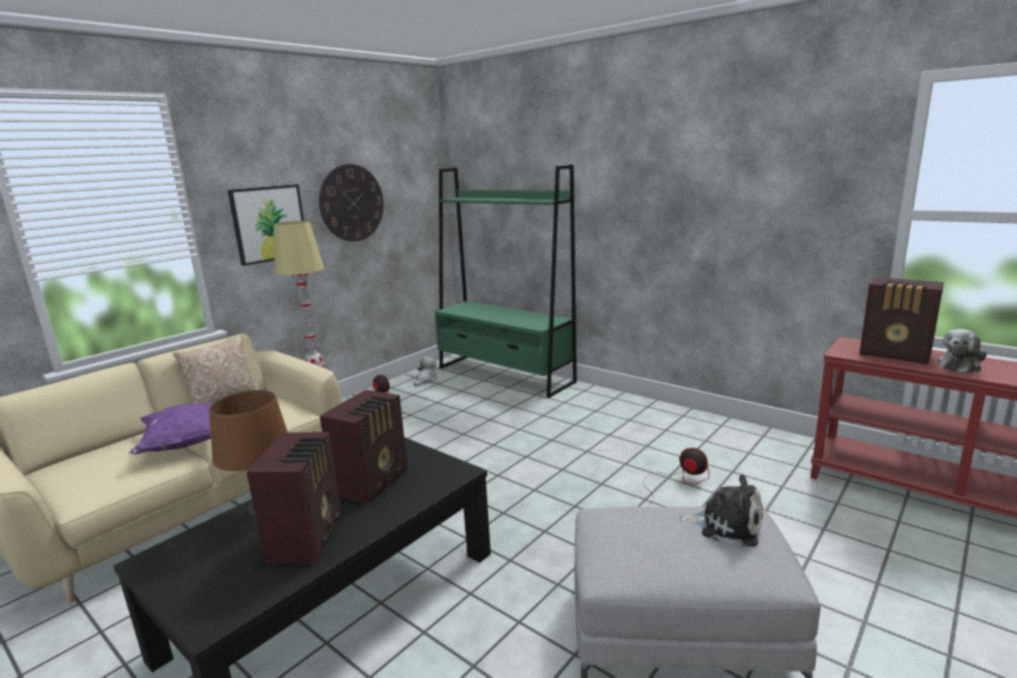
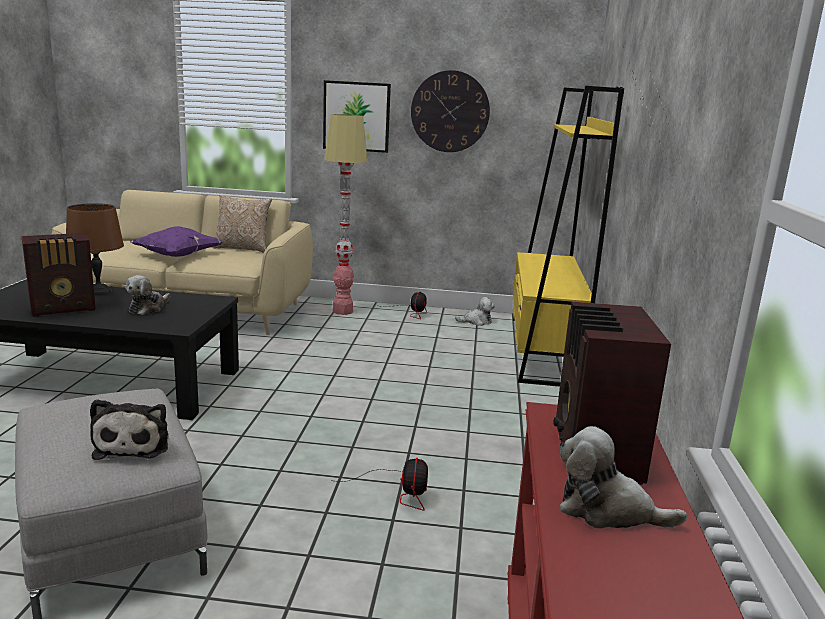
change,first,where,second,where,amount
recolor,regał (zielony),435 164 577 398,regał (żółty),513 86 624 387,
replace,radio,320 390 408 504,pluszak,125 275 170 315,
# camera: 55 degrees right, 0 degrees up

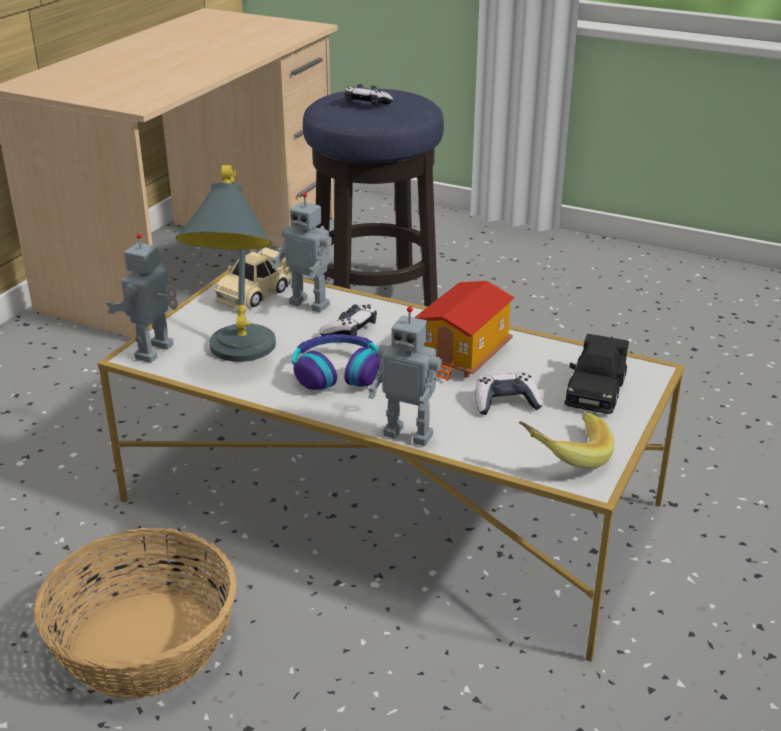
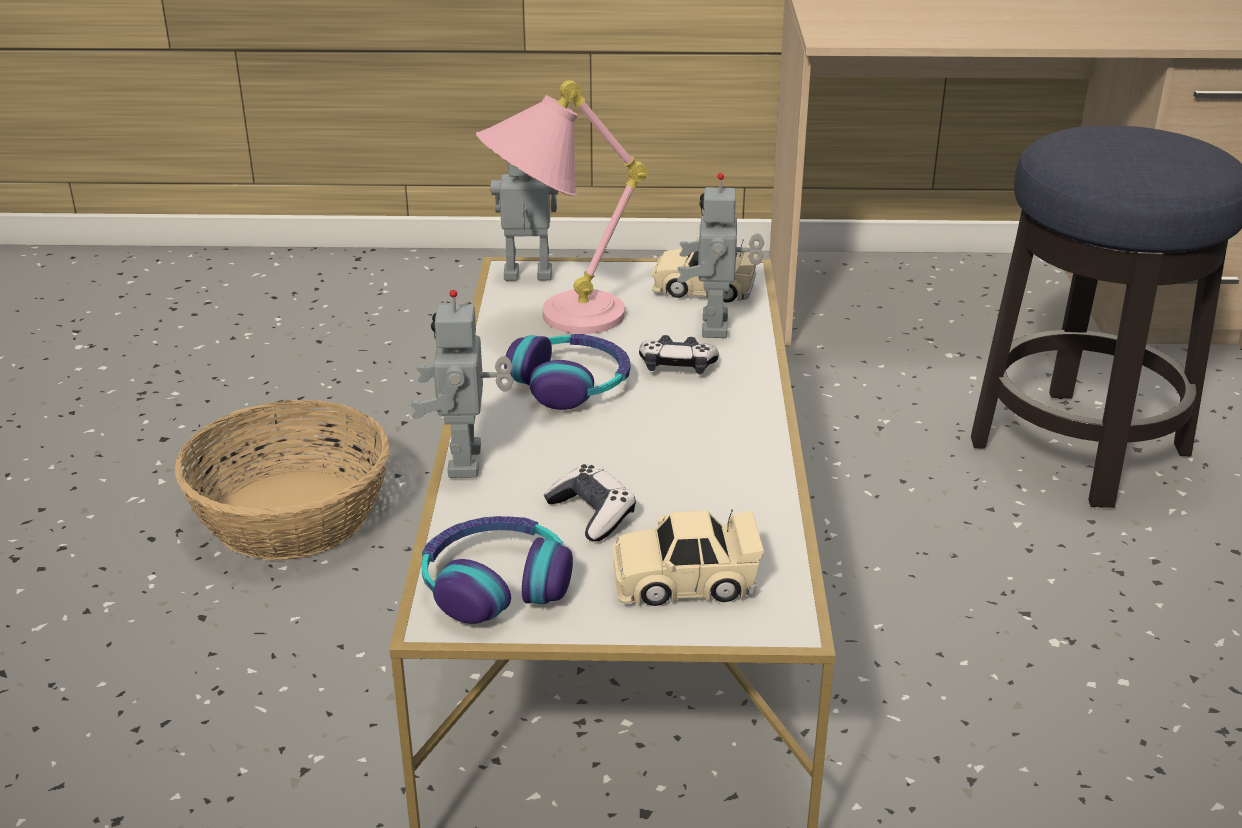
change,first,where,second,where,amount
delete,pad do gier,345 84 393 106,,,
recolor,lampa stołowa (szary),175 165 276 362,lampa stołowa (różowy),476 80 648 334,
delete,domek,414 281 515 381,,,
recolor,samochodzik (czarny),564 334 629 414,samochodzik (beżowy),612 510 764 606,
replace,banan,519 412 614 468,słuchawki,422 516 573 624,
# camera: 65 degrees right, 0 degrees up

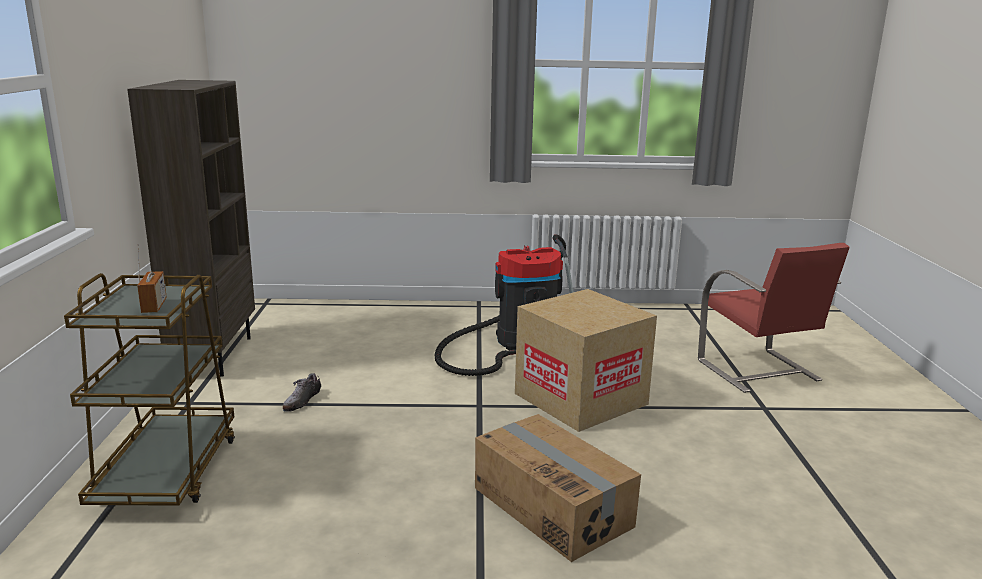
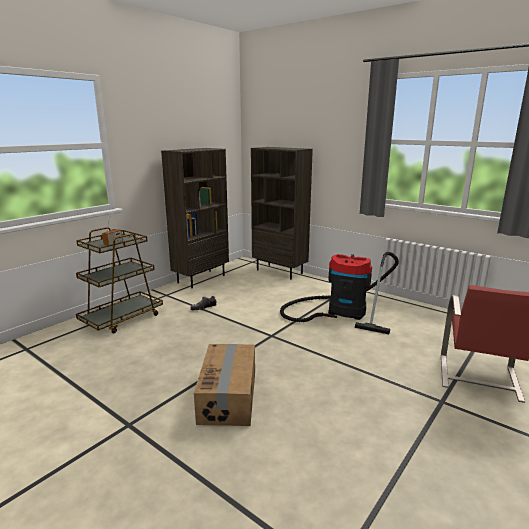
change,first,where,second,where,amount
delete,karton,515 289 657 432,,,
insert,,,regał (brązowy),251 147 313 280,
# camera: 40 degrees right, 0 degrees up

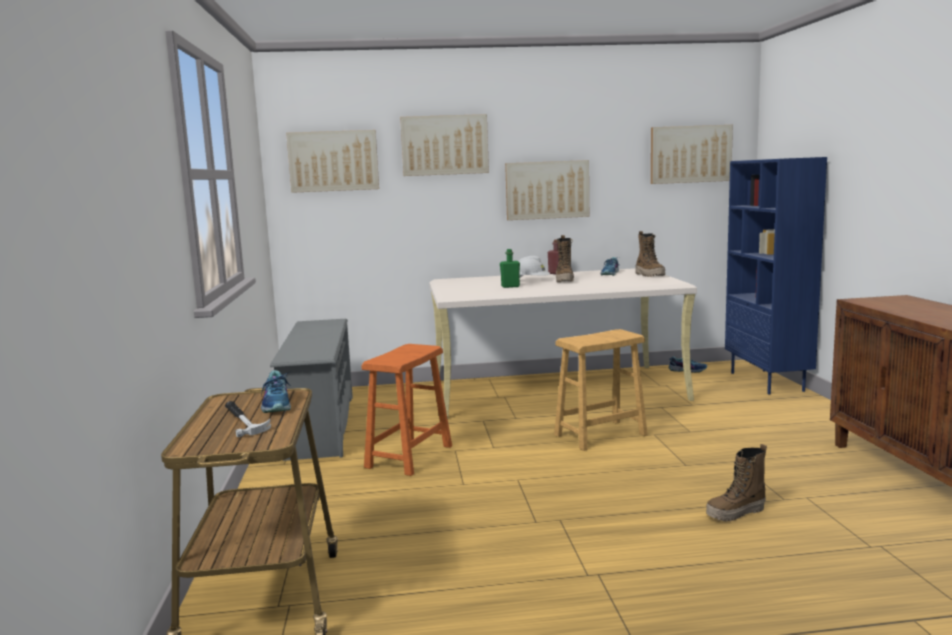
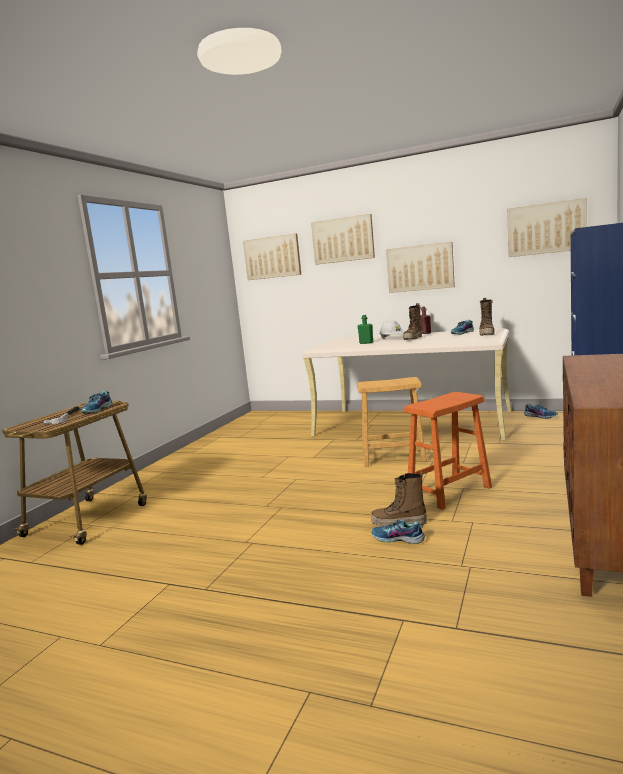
change,first,where,second,where,amount
delete,regał na buty (szary),270 319 353 461,,,
move,stołek (pomarańczowy),361 344 452 476,,404 392 492 510,
insert,,,but,371 519 425 544,
# camera: 30 degrees right, 0 degrees up

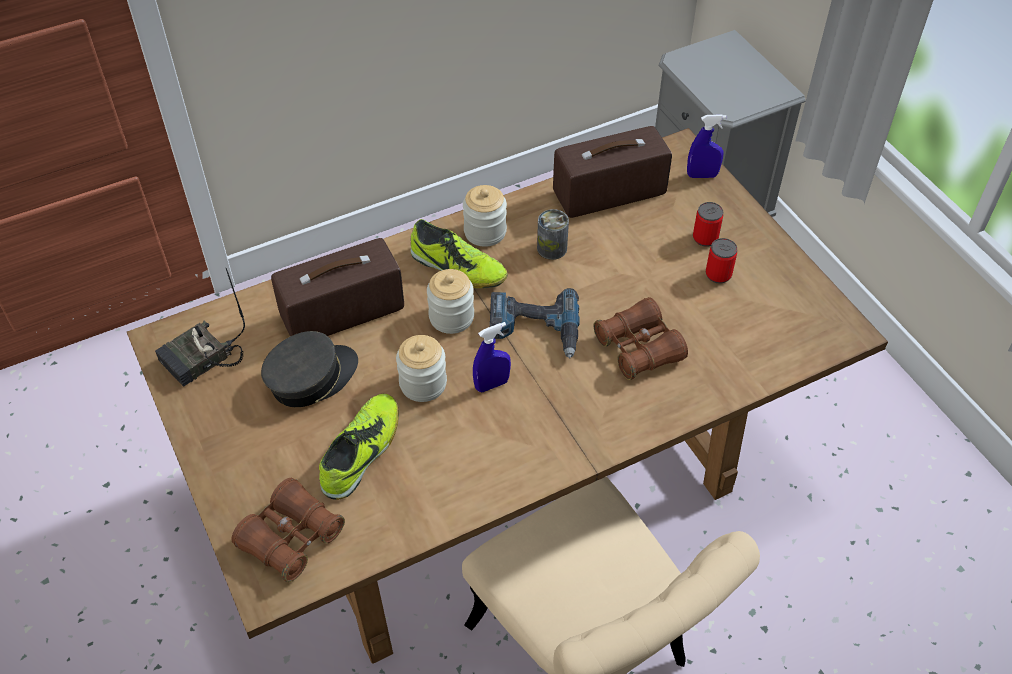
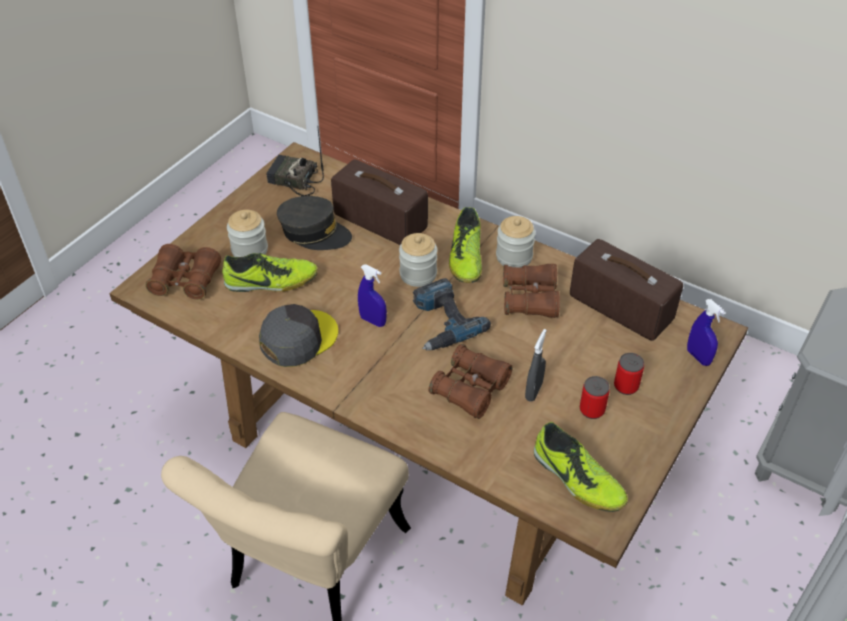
change,first,where,second,where,amount
replace,puszka,537 209 569 260,lornetka (brązowy),503 264 560 318,
move,słoik,396 335 447 402,,227 210 268 257,
insert,,,czapka z daszkiem (szary),259 304 338 367,
insert,,,spryskiwacz (szary),525 329 547 401,
insert,,,but,534 422 628 512,
# camera: 60 degrees right, 5 degrees down

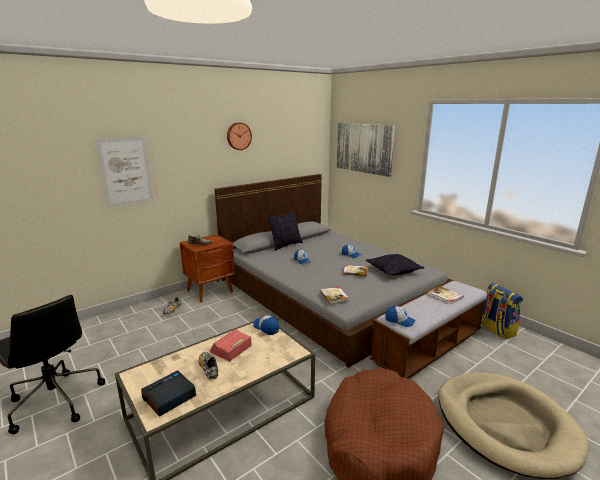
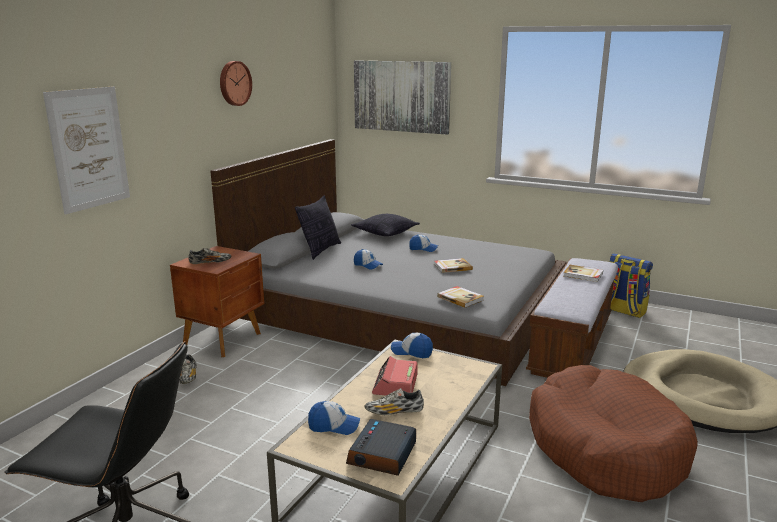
change,first,where,second,where,amount
move,poduszka,366 254 424 276,,351 214 420 236,
move,czapka z daszkiem,385 306 416 327,,308 401 360 435,
rotate,but,198 352 218 379,,364 388 424 415,45 degrees counterclockwise
# camera: 25 degrees left, 0 degrees up

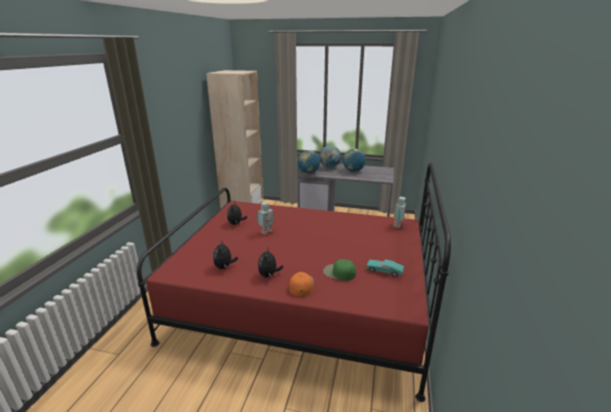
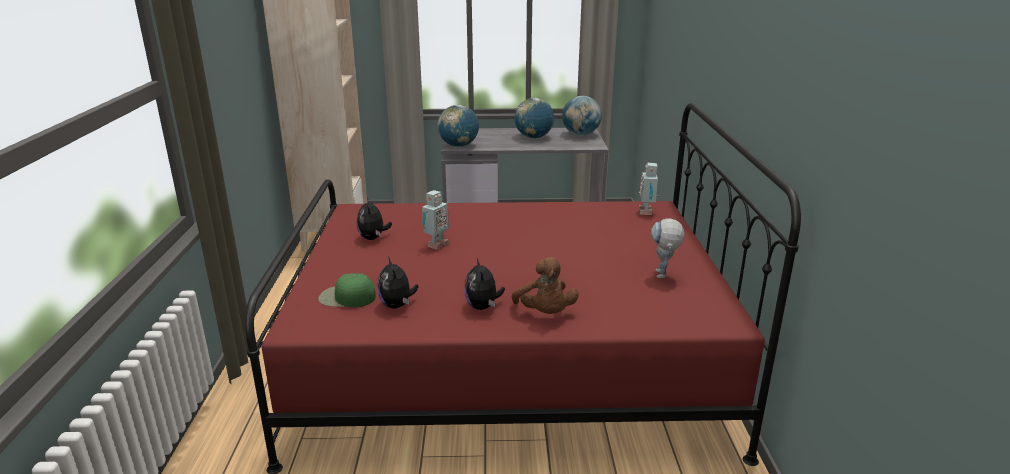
change,first,where,second,where,amount
move,globus,319 146 341 168,,562 96 602 136,
move,czapka z daszkiem (zielony),323 259 356 281,,318 273 376 308,
replace,samochodzik (turkusowy),367 259 404 277,robot zabawkowy,651 219 685 278,
replace,czapka z daszkiem (pomarańczowy),289 272 314 297,pluszak (brązowy),512 257 579 314,
# camera: 15 degrees left, 0 degrees up

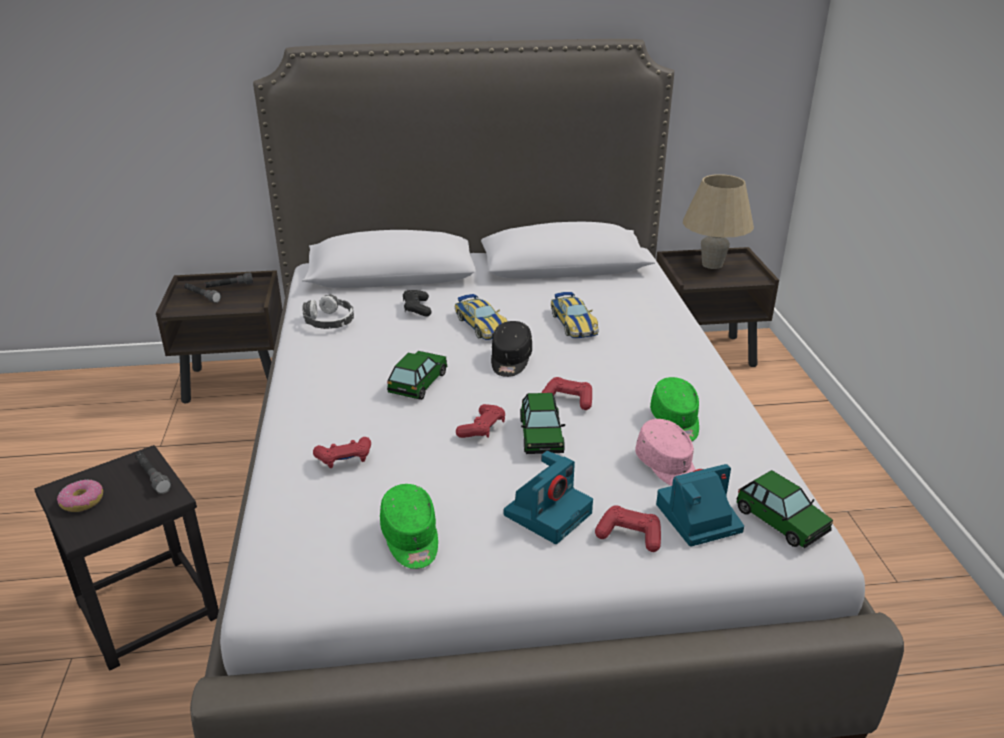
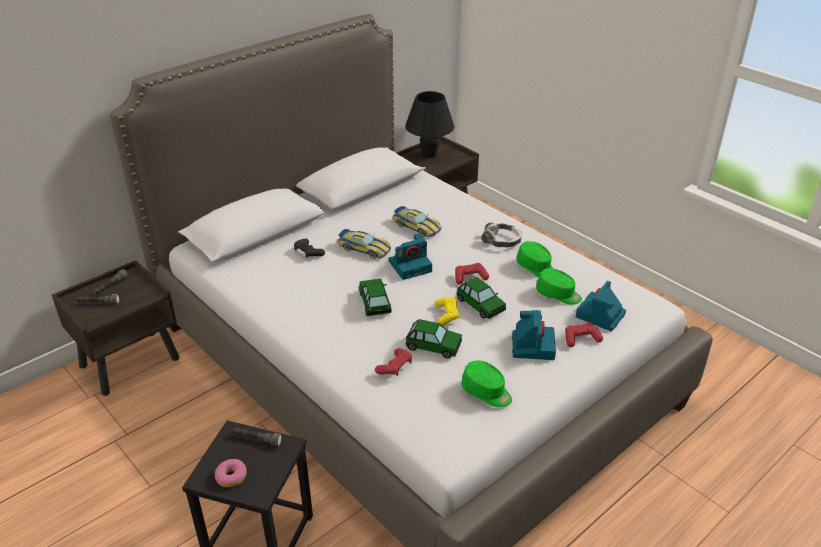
change,first,where,second,where,amount
recolor,lampa stołowa (beżowy),683 174 754 269,lampa stołowa (czarny),405 91 455 158,
move,słuchawki,303 294 354 329,,481 223 522 247,
replace,czapka z daszkiem (czarny),491 321 532 377,aparat fotograficzny,388 234 432 280,
recolor,pad do gier (czerwony),456 404 505 438,pad do gier (żółty),435 297 460 325,
recolor,czapka z daszkiem (różowy),635 419 696 486,czapka z daszkiem (zielony),536 268 582 304,
move,samochodzik,736 470 833 548,,406 319 462 358,
# camera: 35 degrees left, 5 degrees up

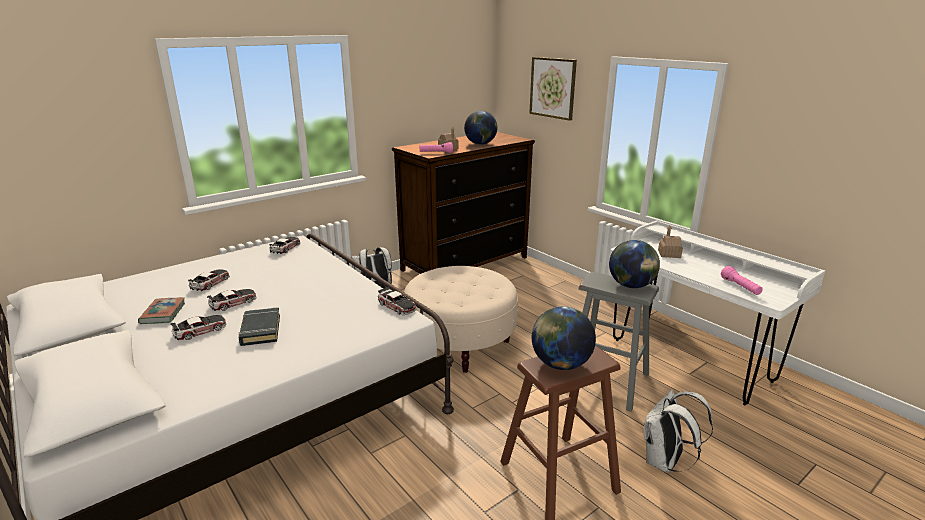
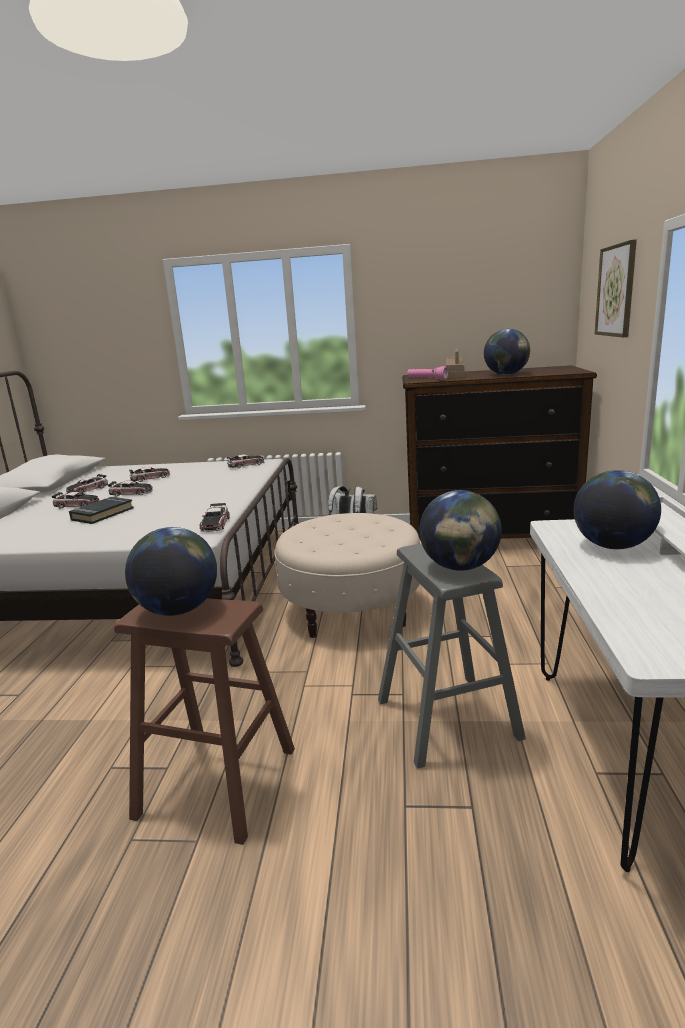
change,first,where,second,where,amount
replace,domek,658 225 683 258,globus,574 470 661 549,
delete,latarka (różowy),721 266 763 295,,,
replace,książka,138 297 185 324,samochodzik,66 474 108 495,
delete,plecak (biały),644 390 713 473,,,
# camera: 45 degrees right, 5 degrees down

